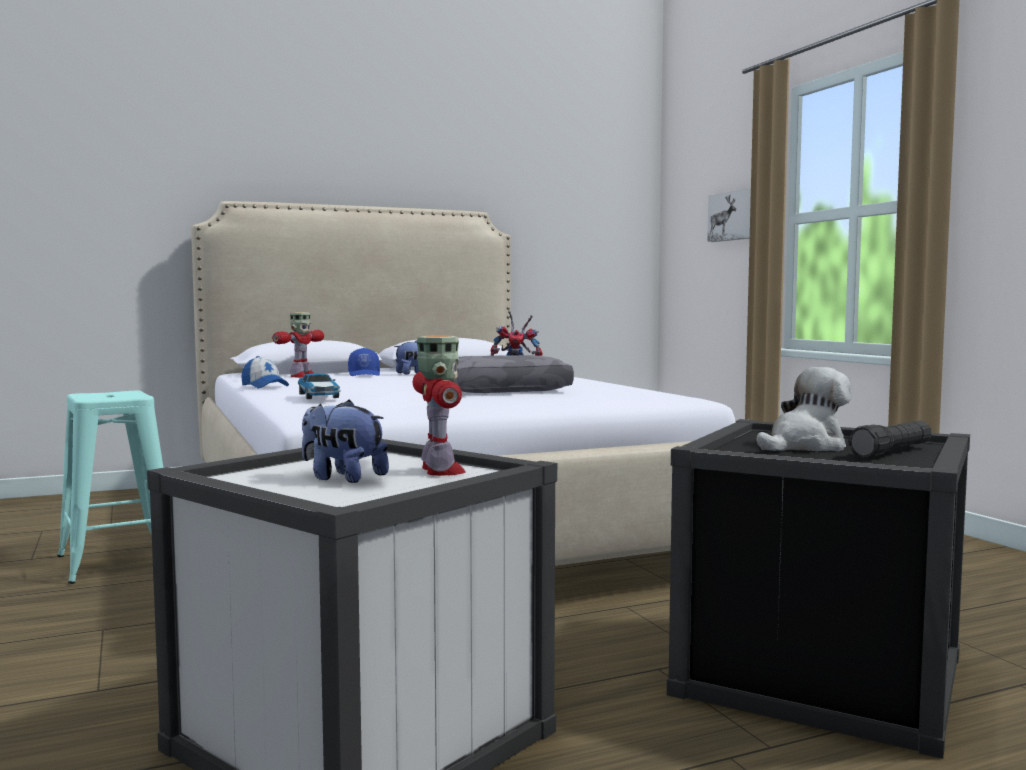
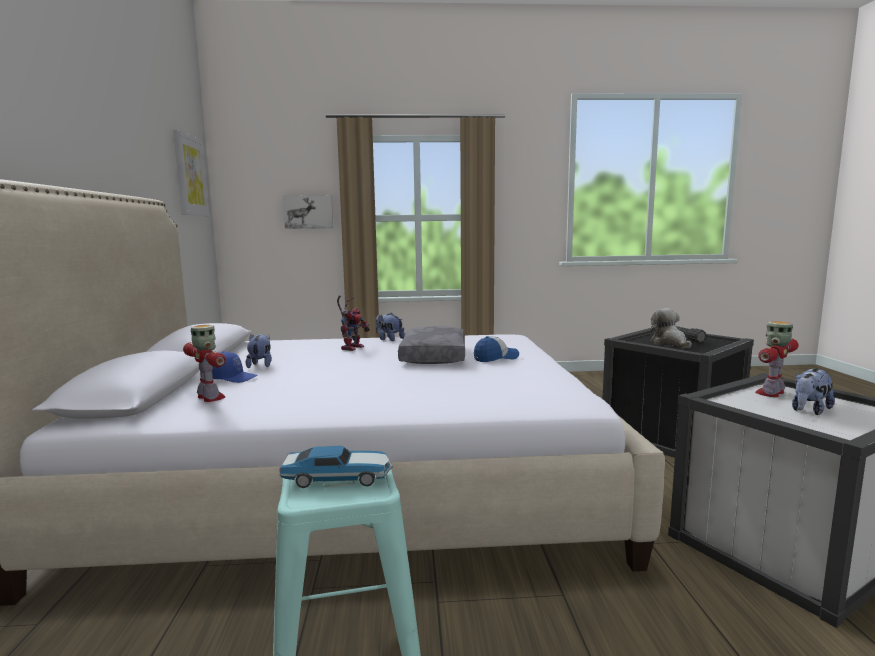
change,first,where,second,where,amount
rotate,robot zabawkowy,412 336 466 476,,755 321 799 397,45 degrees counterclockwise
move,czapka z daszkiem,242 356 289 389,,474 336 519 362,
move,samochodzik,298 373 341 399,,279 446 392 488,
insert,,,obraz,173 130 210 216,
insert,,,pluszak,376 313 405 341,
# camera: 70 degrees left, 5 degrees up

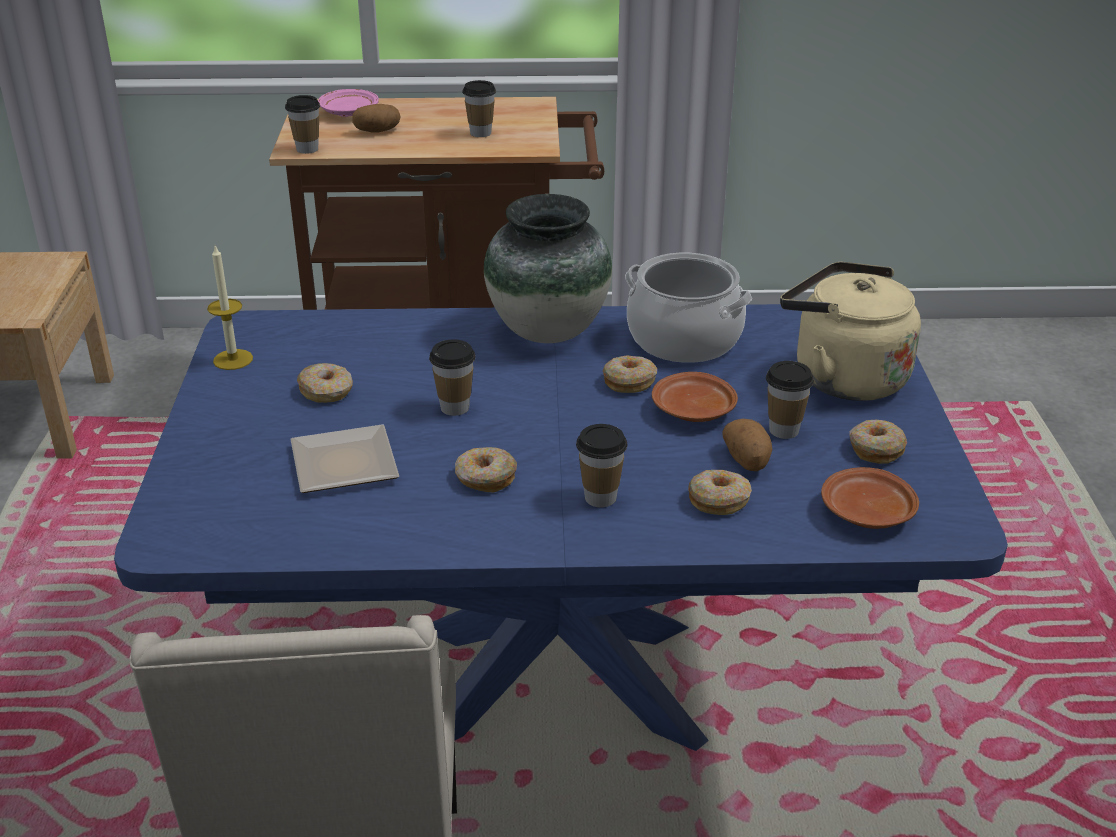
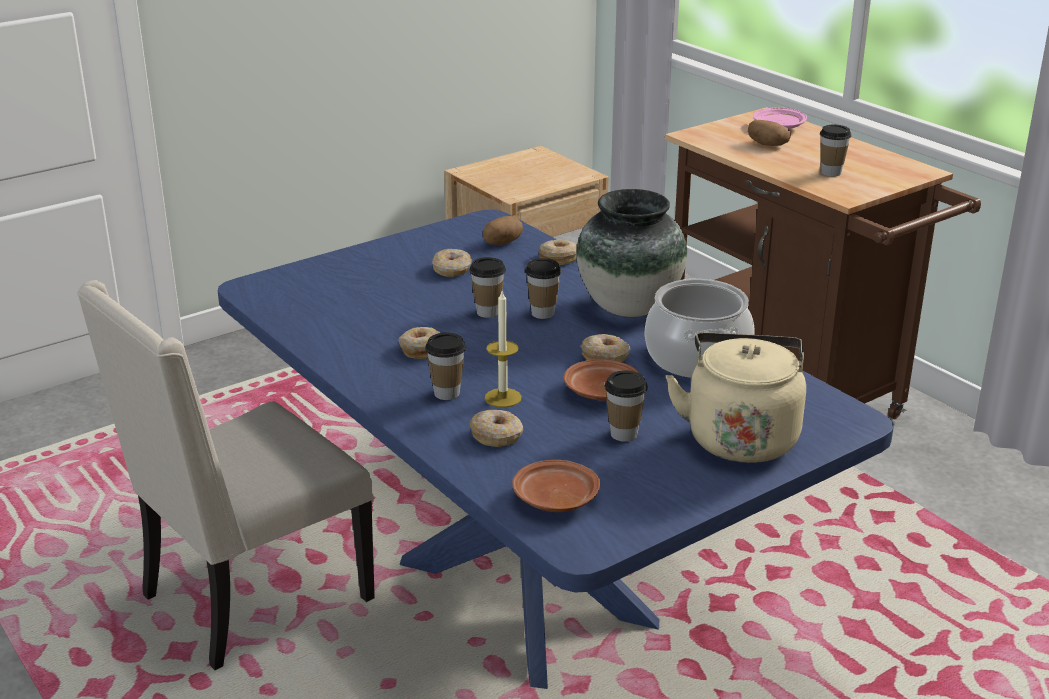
change,first,where,second,where,amount
move,filiżanka,285 95 320 154,,525 258 561 319,
move,świeca,207 246 253 370,,485 291 521 408,
move,ziemniak,722 419 773 471,,483 216 523 245,
move,donut,849 420 907 464,,538 239 577 265,
delete,talerz,291 424 399 493,,,
# camera: 55 degrees right, 5 degrees down

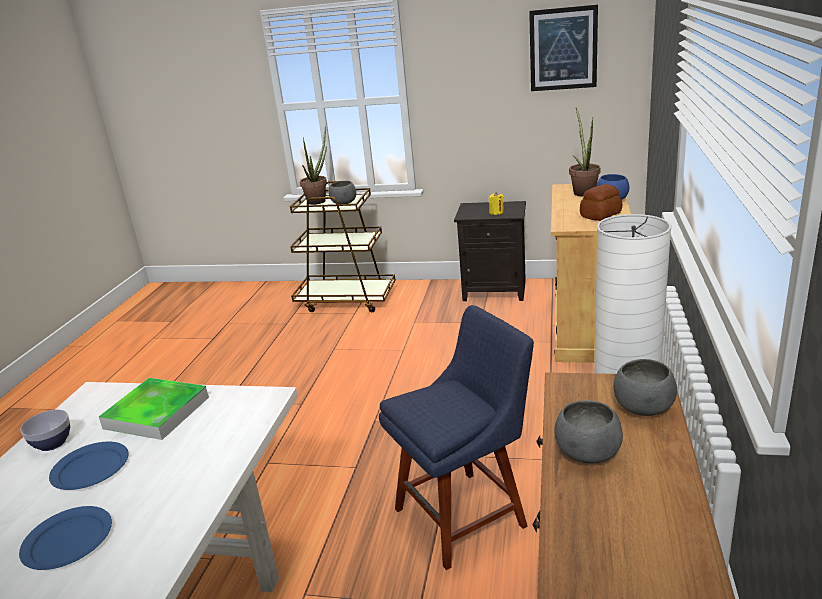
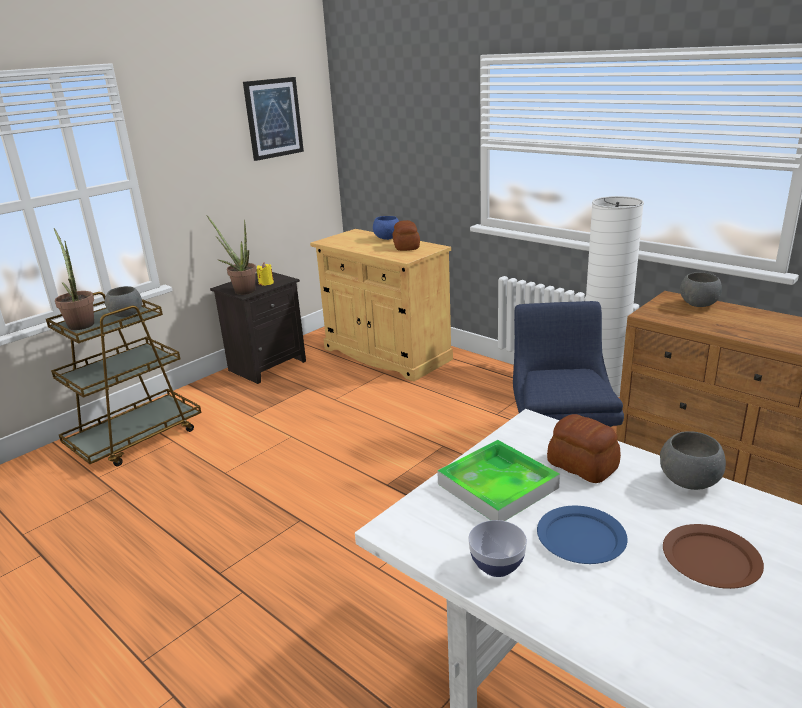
change,first,where,second,where,amount
move,roślina doniczkowa,569 108 601 197,,206 215 257 295,
move,miska (szary),554 400 623 464,,660 431 726 490,
recolor,talerz (niebieski),19 506 112 570,talerz (brązowy),663 524 764 589,
insert,,,chleb,547 414 621 483,
# camera: 60 degrees left, 0 degrees up

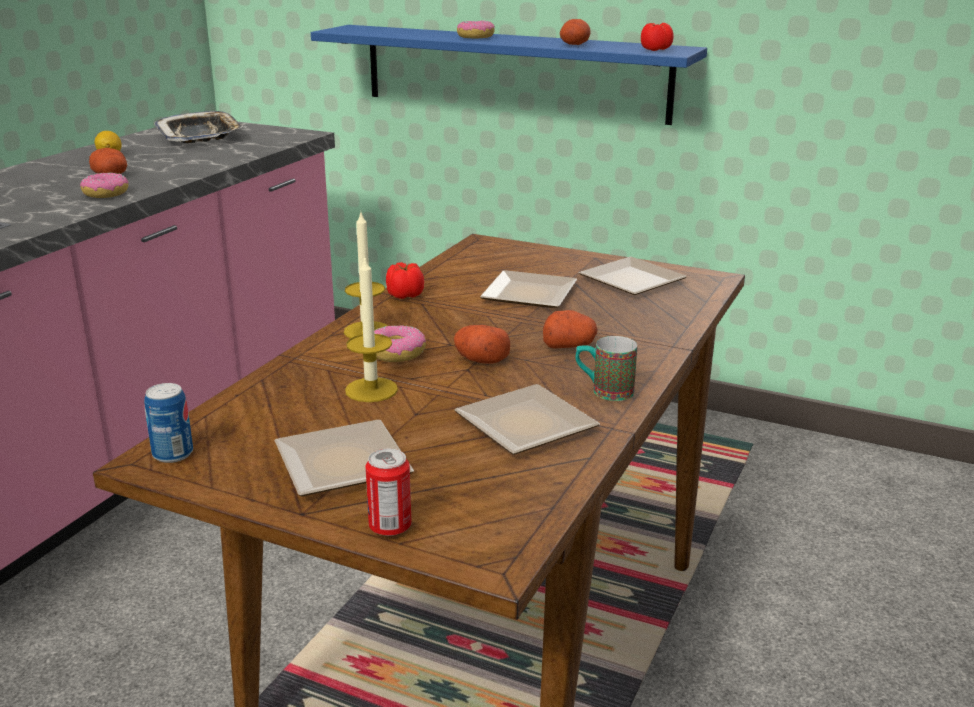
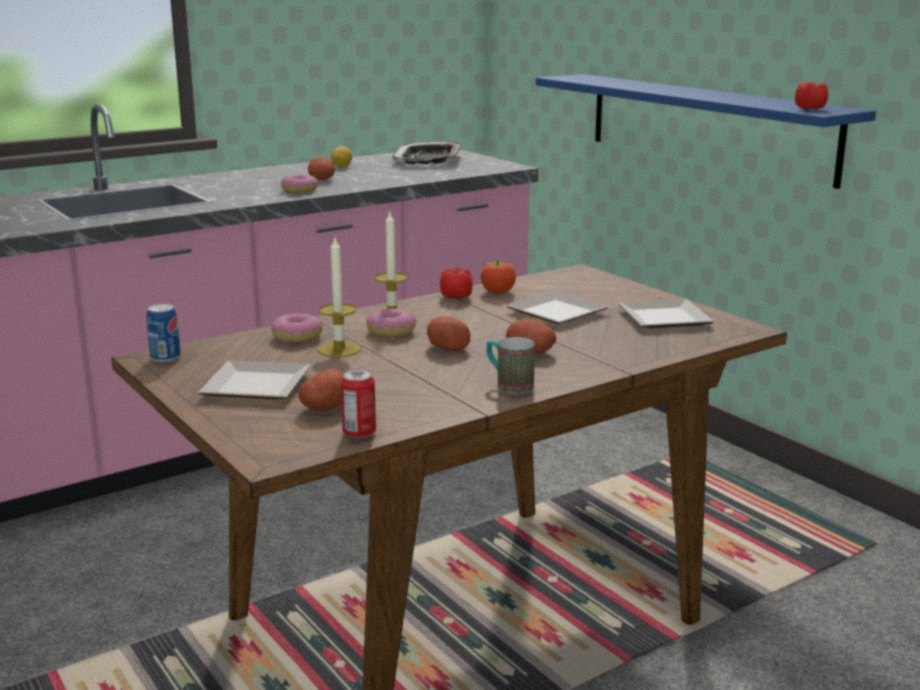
change,first,where,second,where,amount
move,ziemniak,560 19 591 45,,299 368 344 410,
move,donut,457 20 495 39,,271 314 323 342,
delete,talerz,454 384 600 455,,,
move,puszka,365 449 411 536,,341 370 376 438,
insert,,,pomidor,481 260 516 293,
# camera: 30 degrees right, 5 degrees down

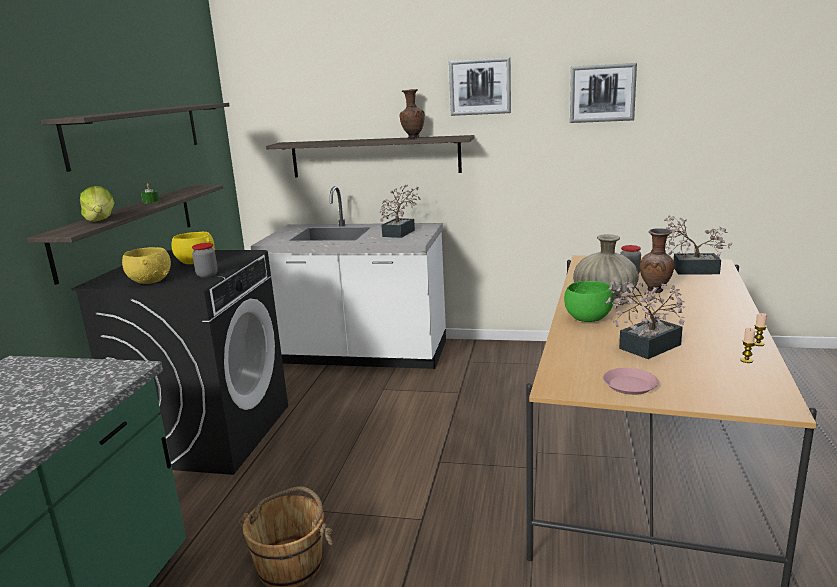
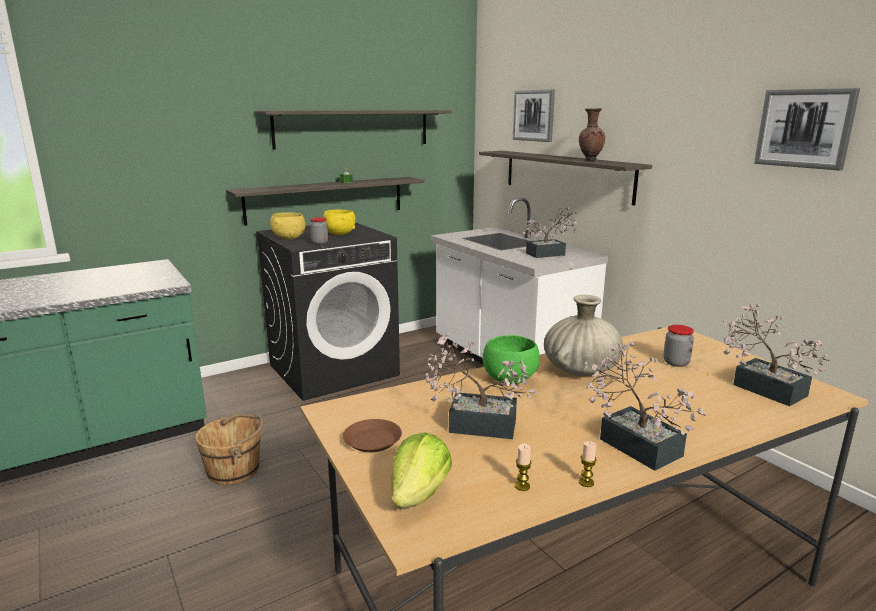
change,first,where,second,where,amount
move,obraz,449 57 511 116,,513 90 555 142,
move,sałata,80 186 114 222,,391 432 452 508,
delete,wazon (brązowy),640 228 674 293,,,
recolor,talerz (różowy),603 368 658 395,talerz (brązowy),343 419 402 452,
insert,,,roślina doniczkowa,584 342 706 471,
# camera: 45 degrees right, 0 degrees up

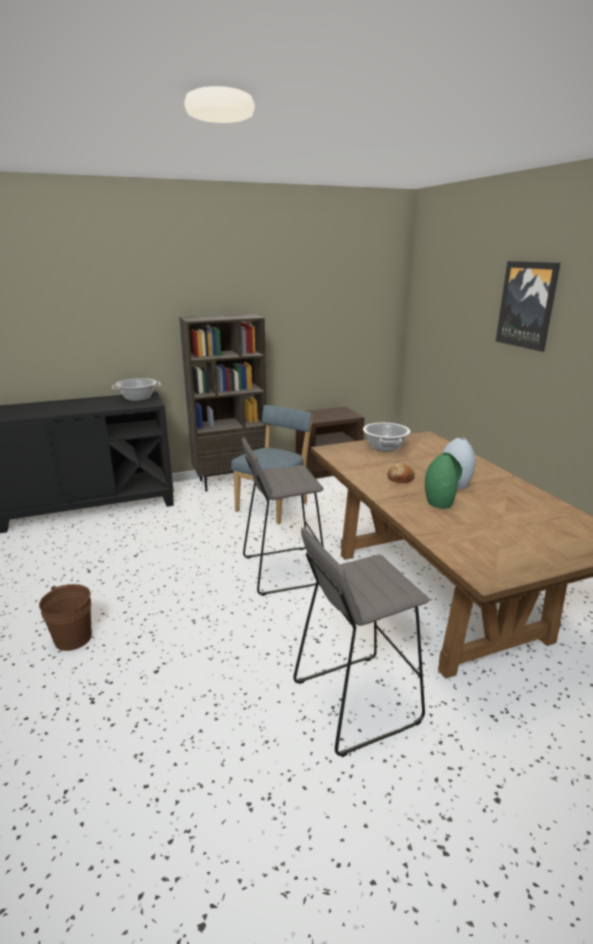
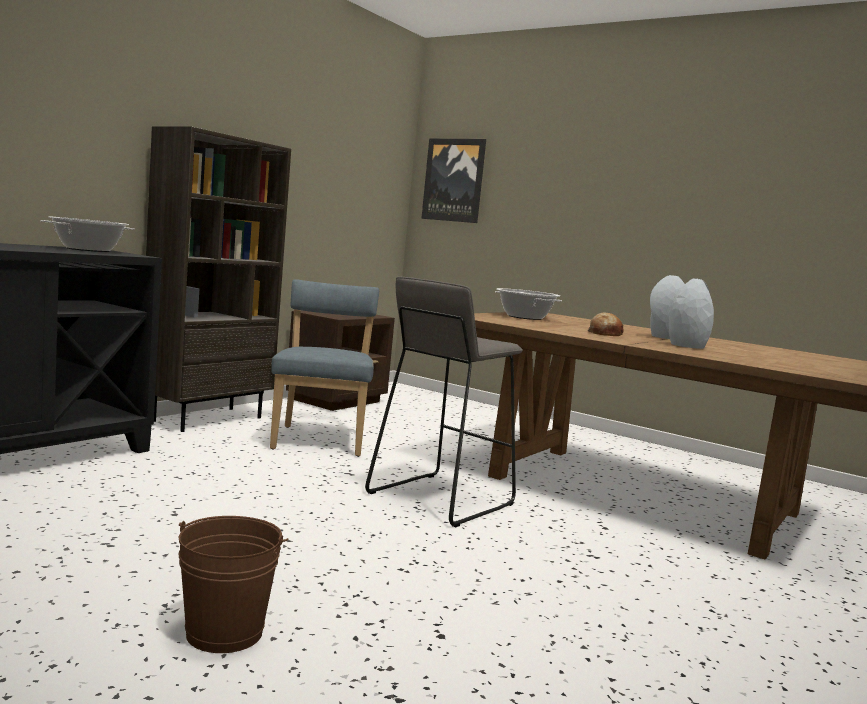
change,first,where,second,where,amount
move,obraz,496 261 560 352,,421 139 486 223,
recolor,wazon (zielony),425 453 462 509,wazon (szary),668 278 714 349,
delete,stołek (szary),293 527 429 757,,,
# camera: 35 degrees left, 15 degrees down

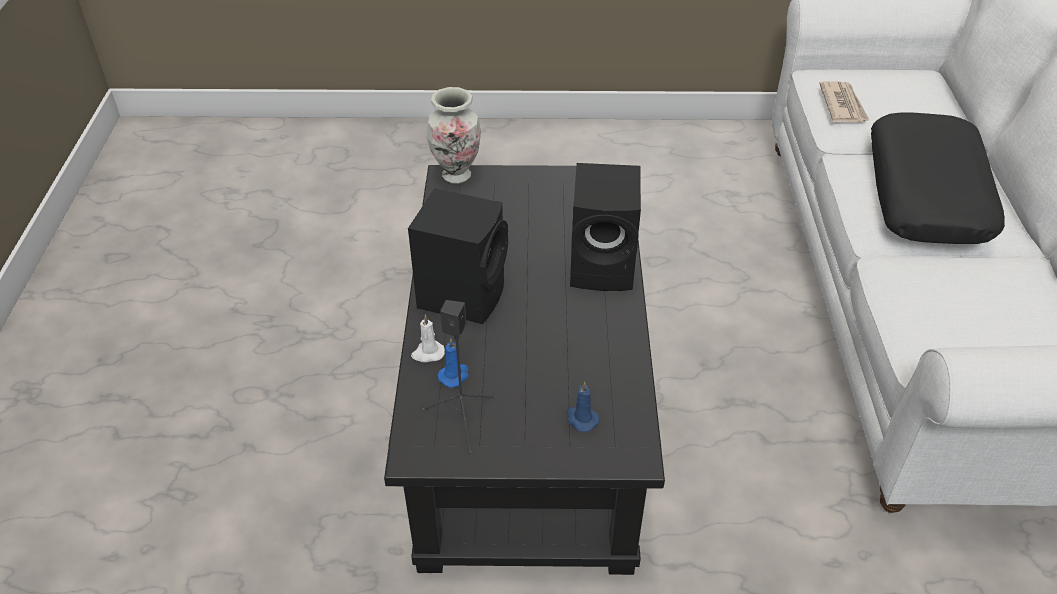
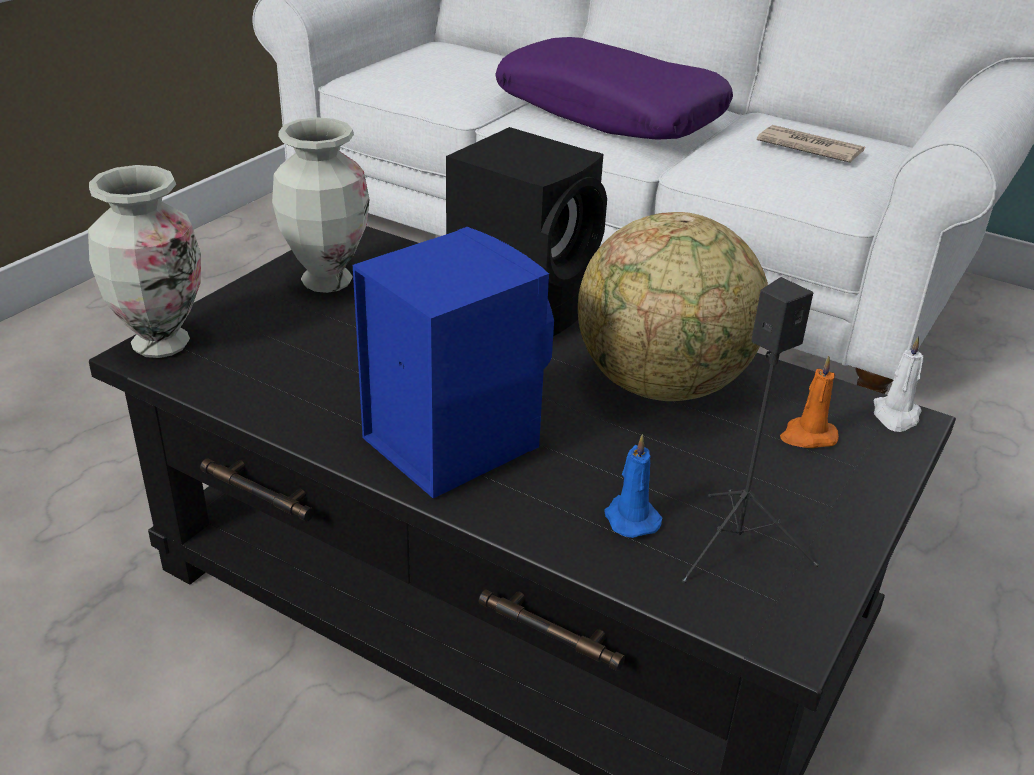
change,first,where,second,where,amount
move,gazeta,819 81 870 123,,757 125 865 163,
recolor,poduszka (czarny),871 112 1005 244,poduszka (fioletowy),496 37 733 140,
recolor,głośnik (czarny),408 188 508 324,głośnik (niebieski),353 227 554 498,
move,świeca (biały),411 315 445 362,,874 336 923 432,
recolor,świeca (niebieski),567 381 599 432,świeca (pomarańczowy),780 356 839 448,
insert,,,wazon,272 117 369 293,
insert,,,globus,578 212 768 401,
# camera: 60 degrees left, 10 degrees down

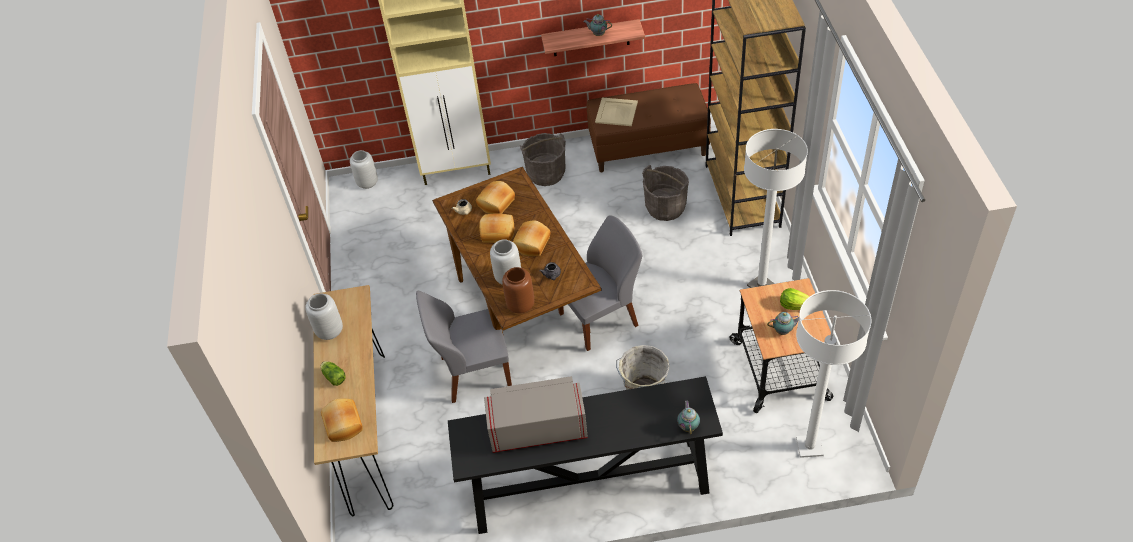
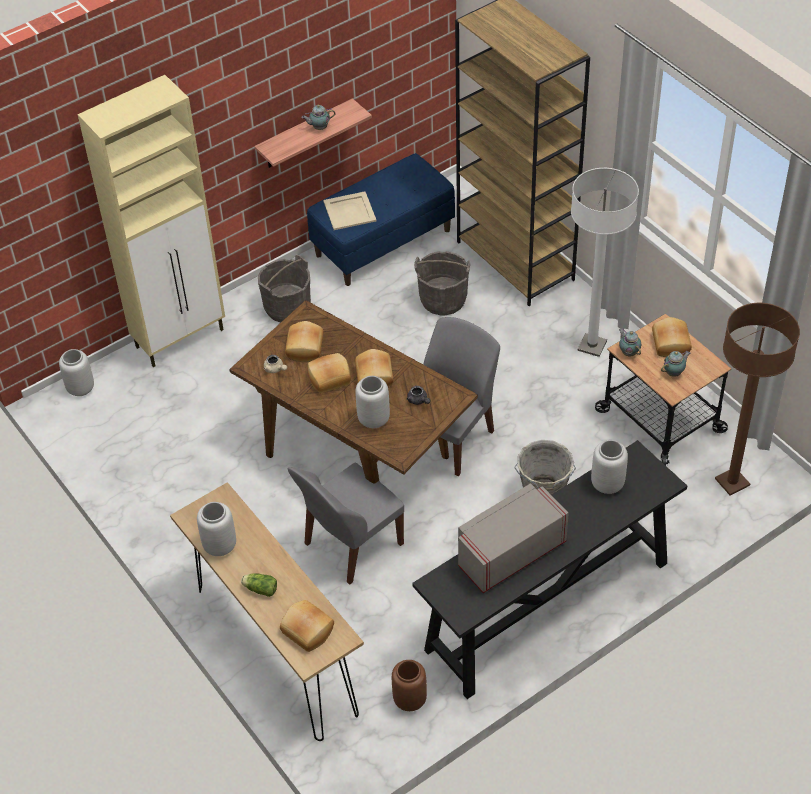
change,first,where,second,where,amount
recolor,ławka (brązowy),587 83 711 172,ławka (niebieski),307 153 455 286,
move,wazon (brązowy),502 267 534 314,,392 660 427 711,
replace,sałata,780 288 809 310,chleb,652 317 692 357,
recolor,lampa stojąca (biały),796 290 871 458,lampa stojąca (brązowy),715 303 800 496,
move,imbryk,677 401 700 435,,619 328 641 356,
insert,,,wazon (szary),591 440 628 494,
# camera: 30 degrees left, 0 degrees up

